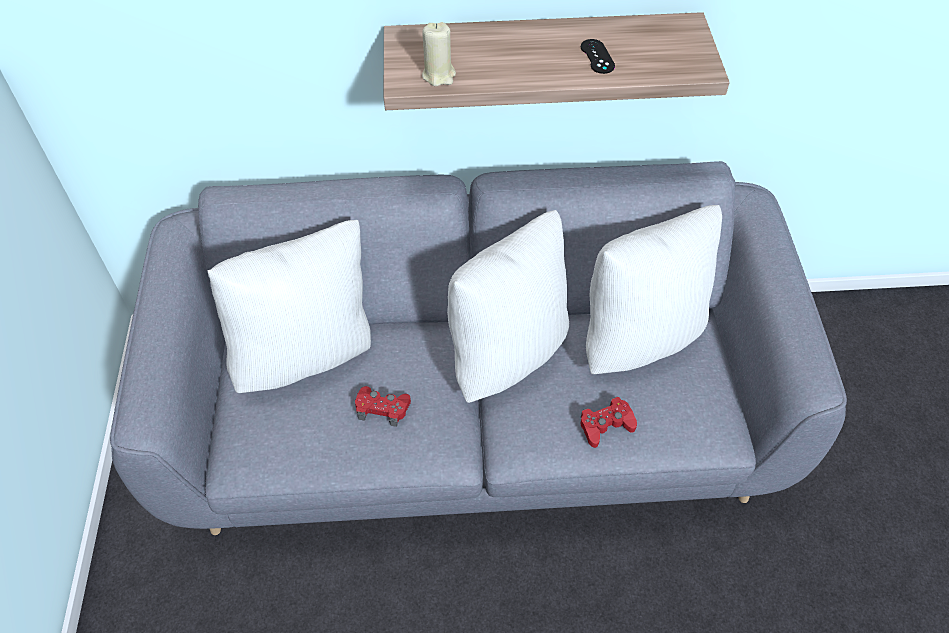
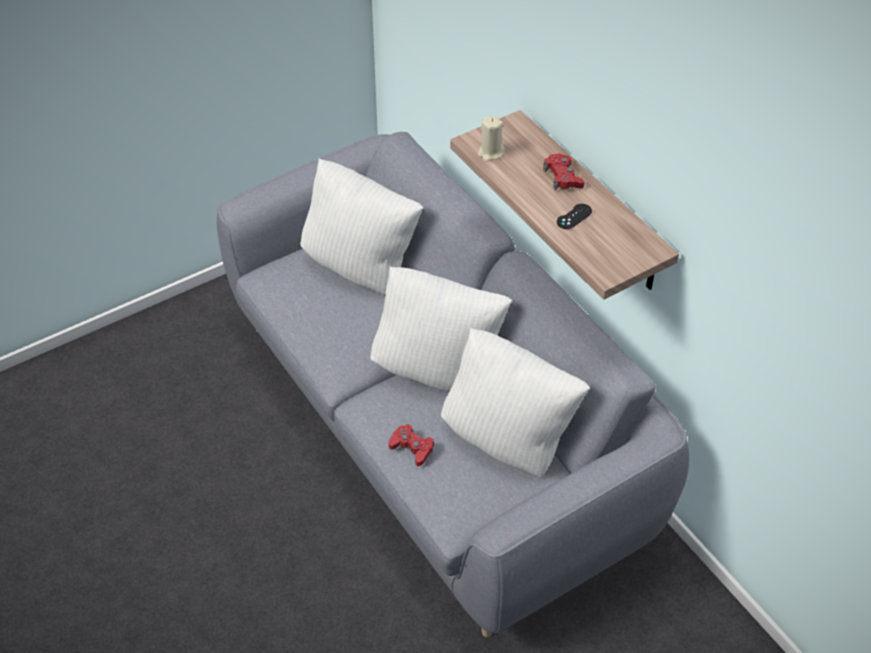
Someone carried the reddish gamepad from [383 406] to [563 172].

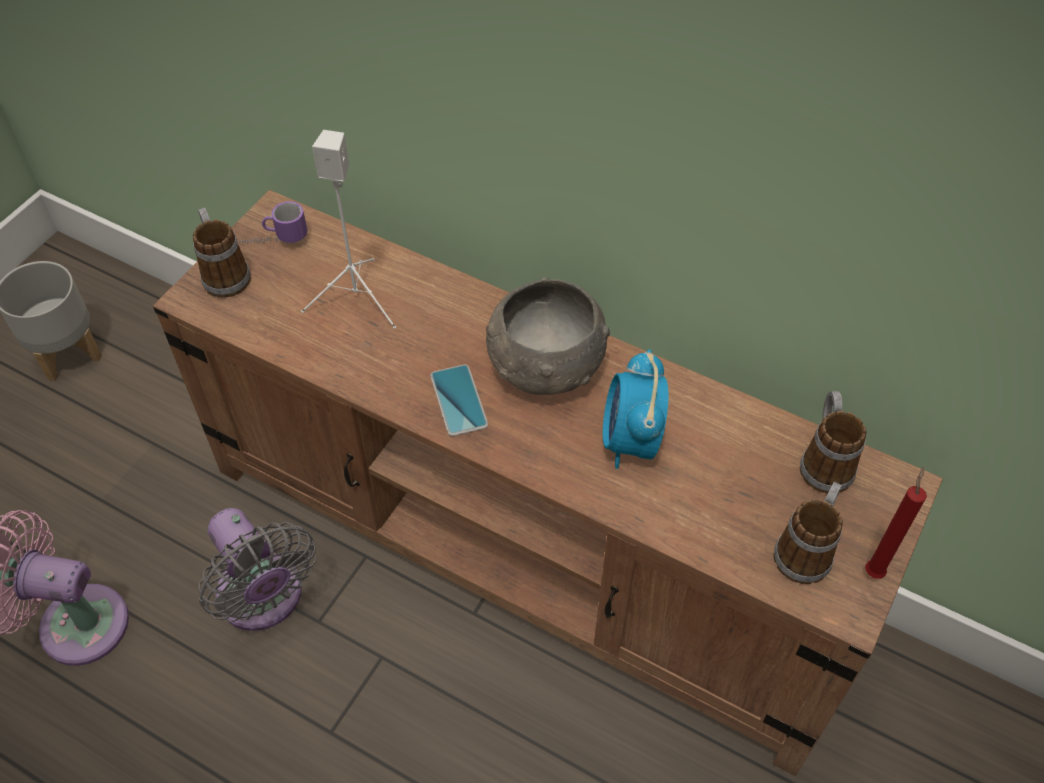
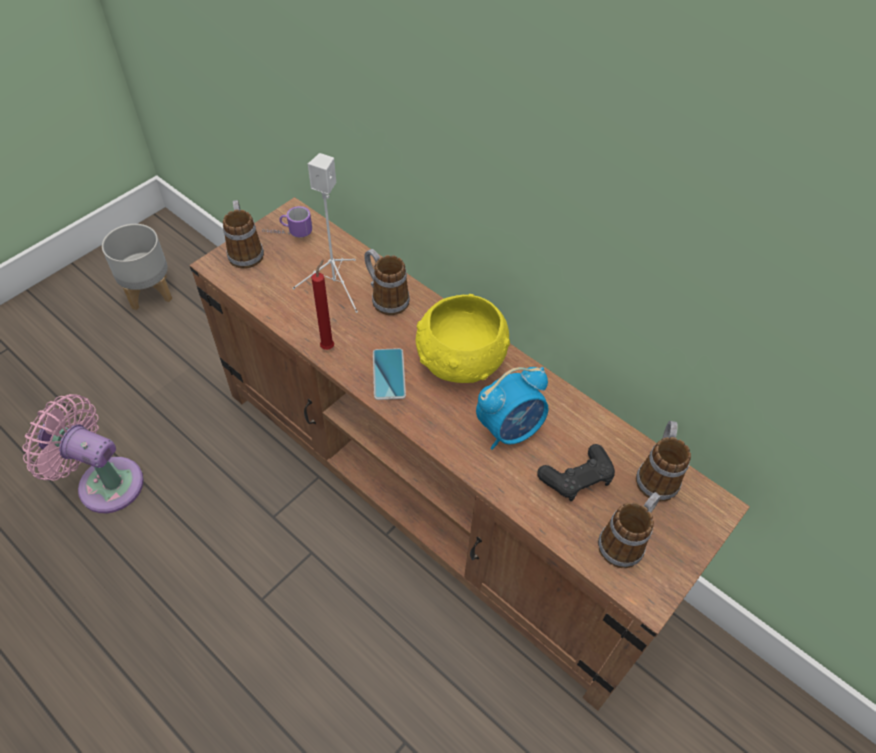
Someone repainted the grey serving bowl at [548 336], which became the yellowish serving bowl at [463 338]. Someone rotated the alarm clock at [635 409] by 135 degrees counterclockwise. Someone carried the reddish wax candle from [896 523] to [322 304]. Someone took away the grey electric fan at [257 569]. Someone put down the mug at [387 282]. Someone put down the black gamepad at [576 472].

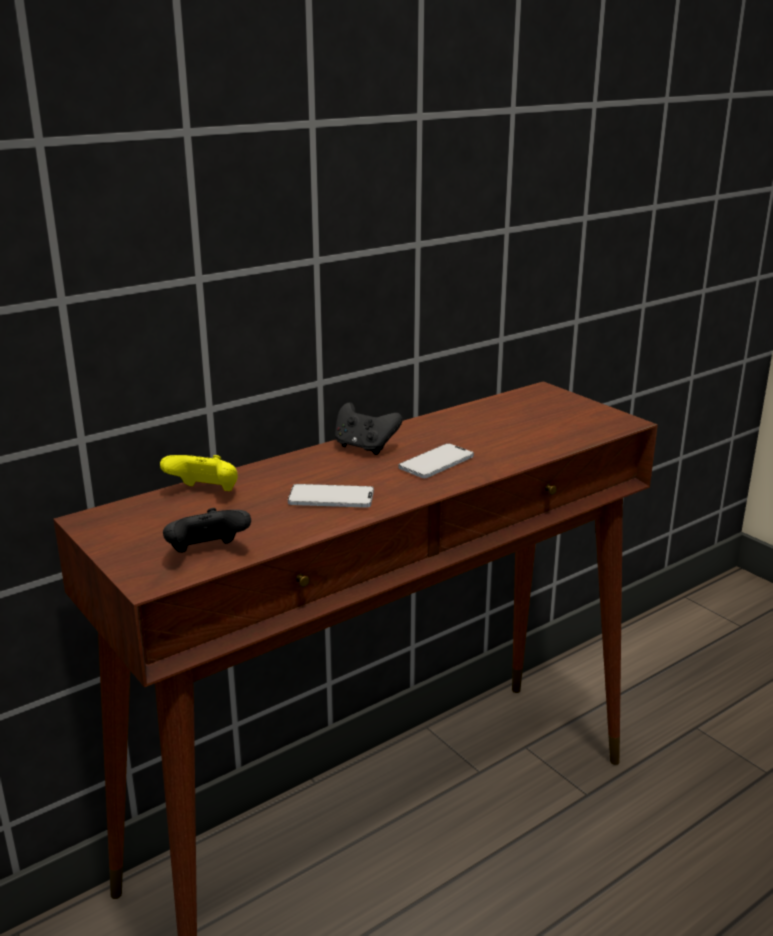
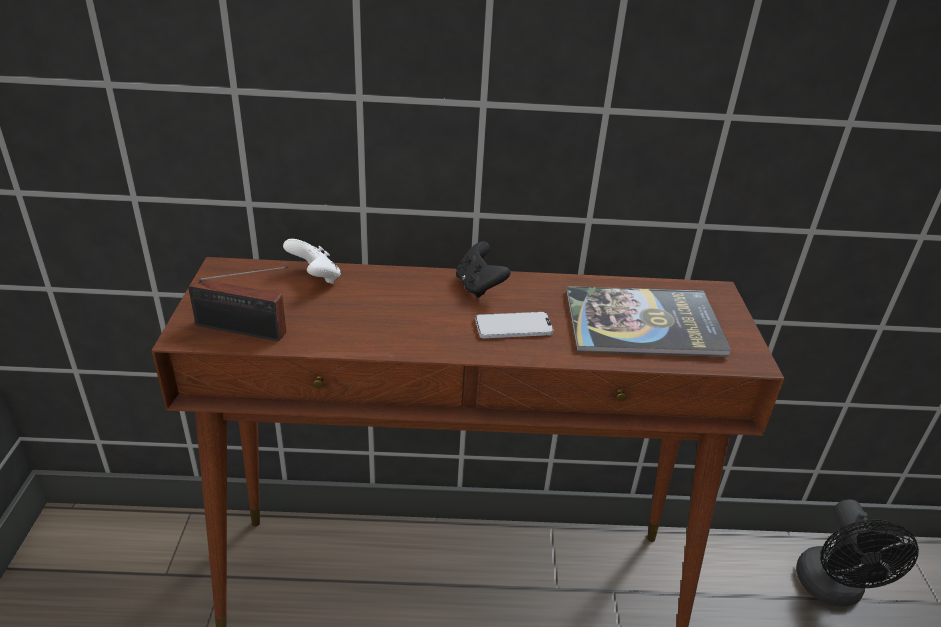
Someone repainted the yellowish gamepad at [199 473], which became the white gamepad at [312 261]. Someone took away the handset at [331 496]. Someone swapped the black gamepad at [207 530] for the radio set at [238 303]. Someone put down the book at [649 321]. Someone put down the black electric fan at [857 553].

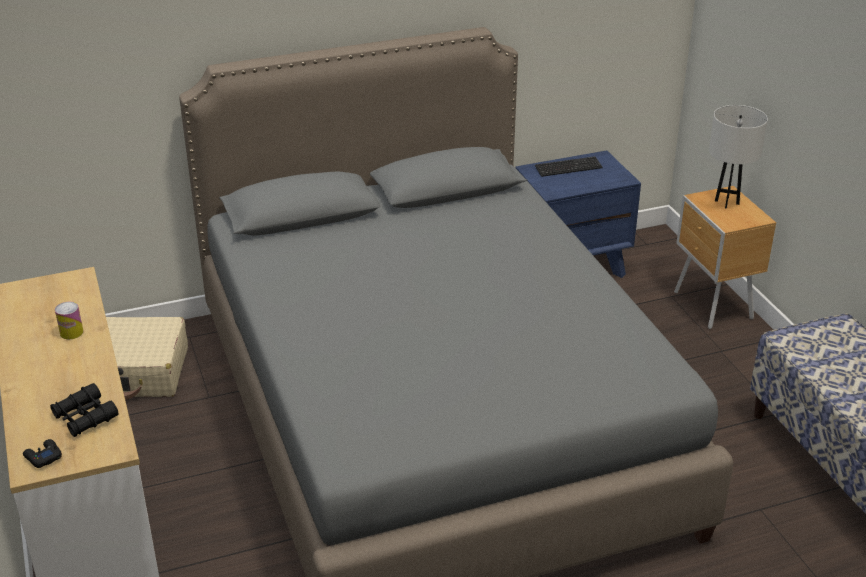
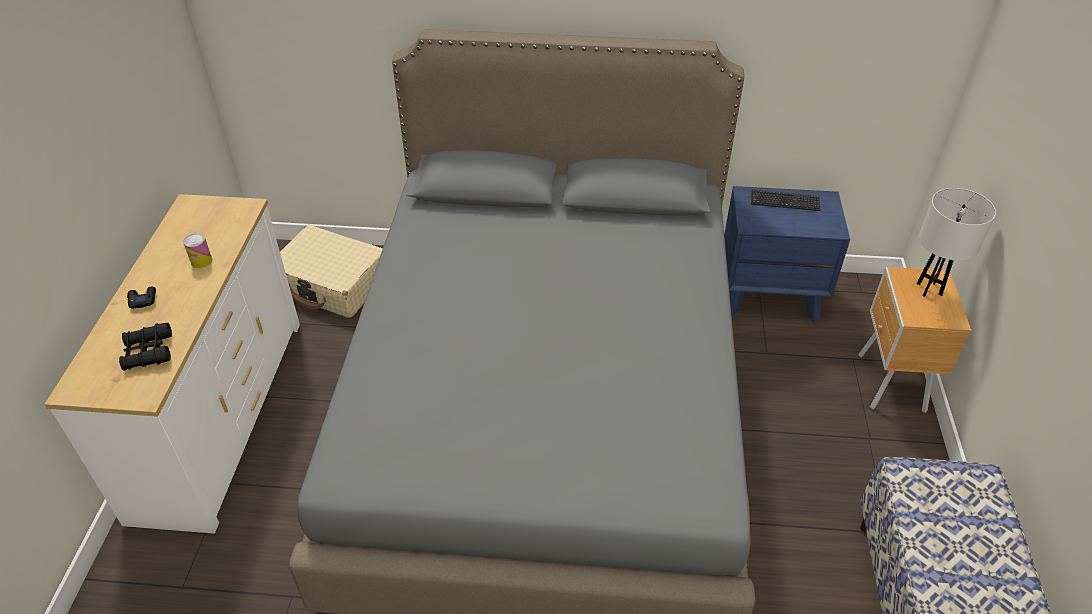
Someone carried the black gamepad from [42 453] to [141 297].

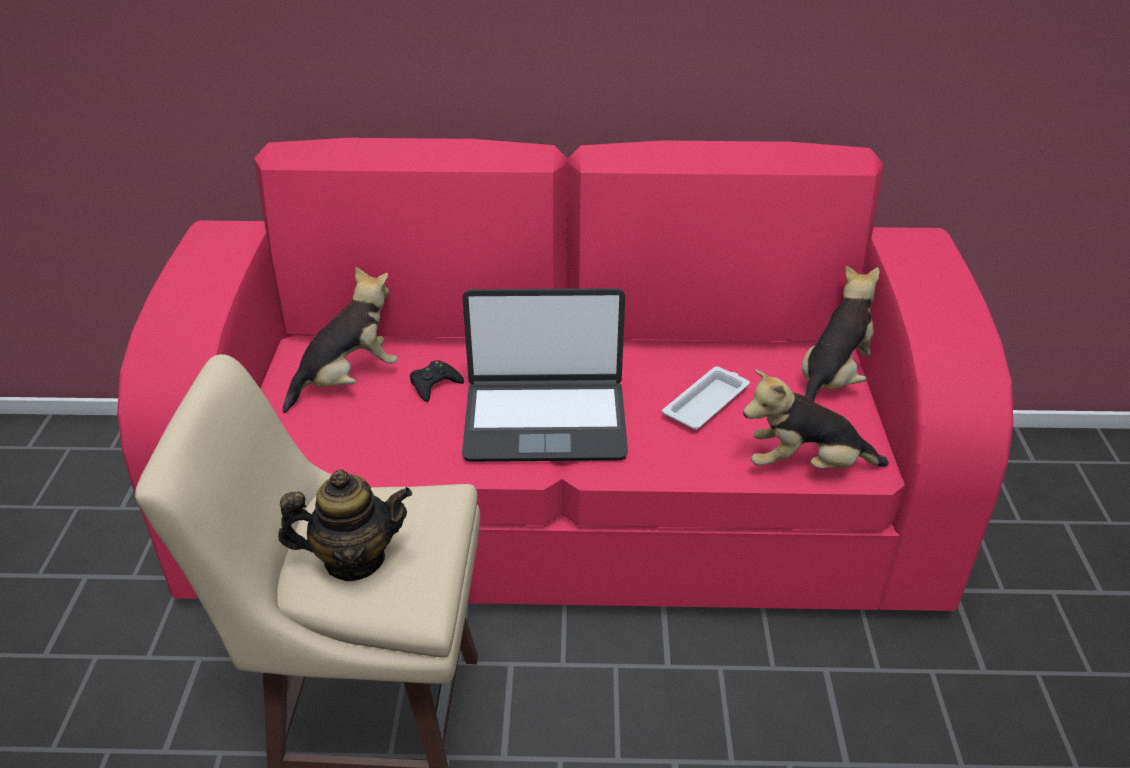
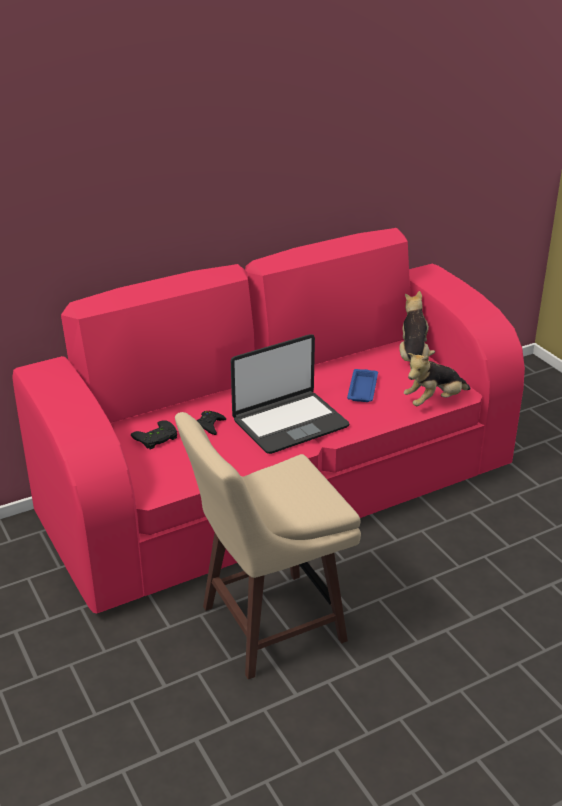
Someone swapped the cuddly toy at [340 340] for the black gamepad at [154 434]. Someone repainted the white tray at [706 398], which became the bluish tray at [362 385]. Someone took away the pot for tea at [345 525].

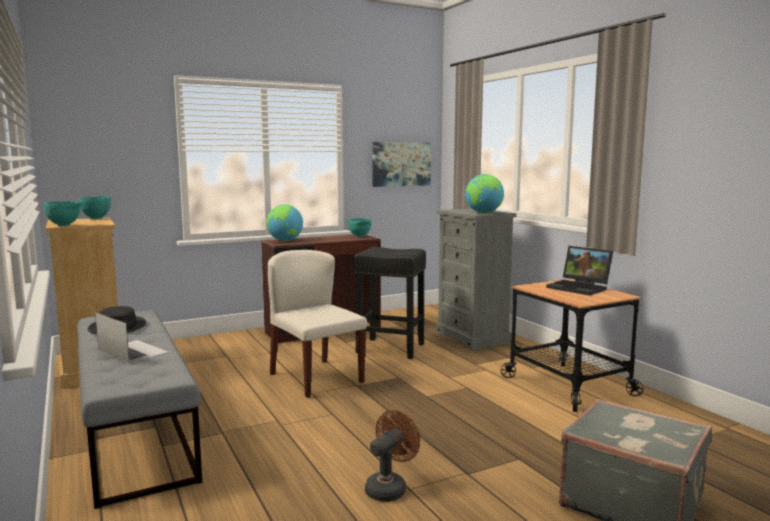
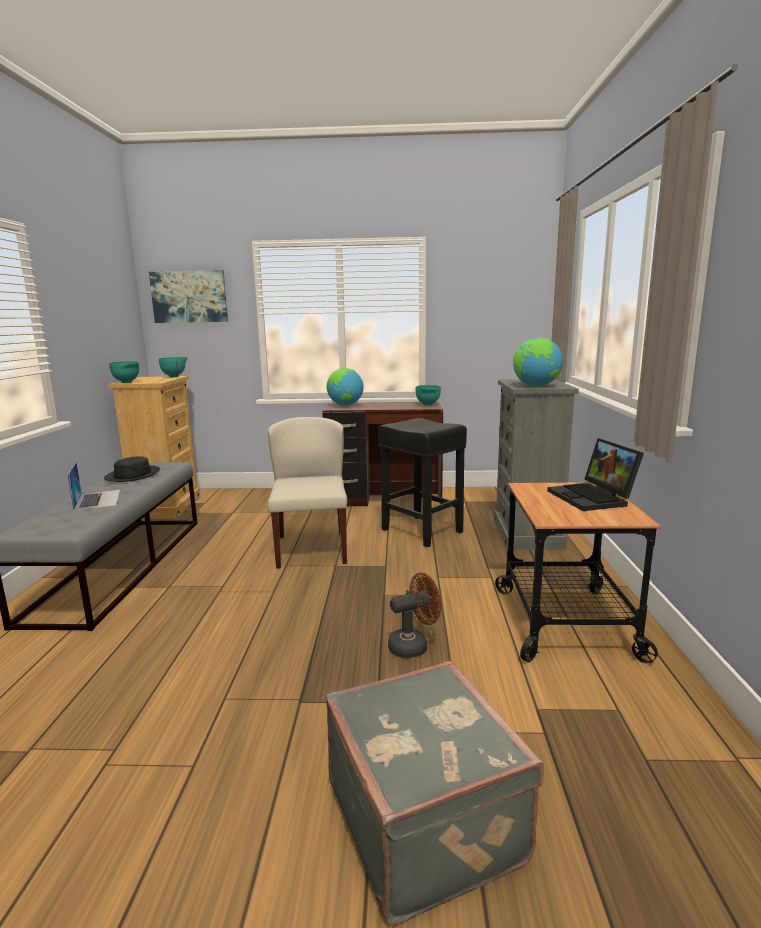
Someone carried the picture from [401 164] to [188 296]. Someone carried the brownish electric fan from [392 456] to [414 615].

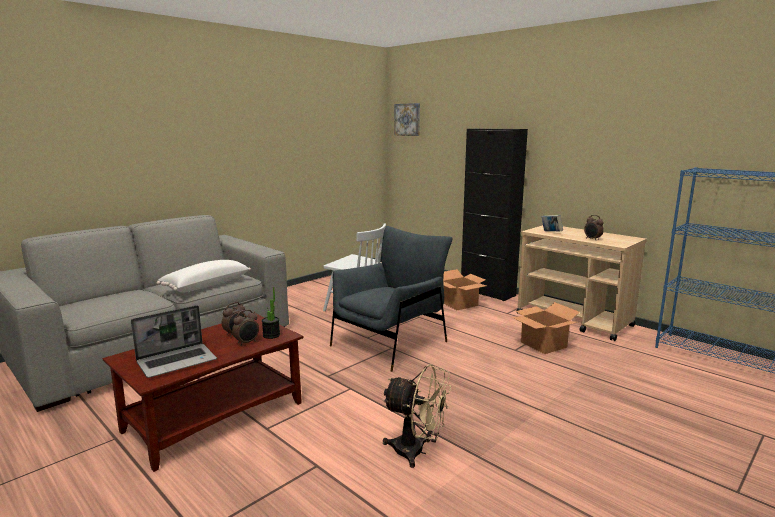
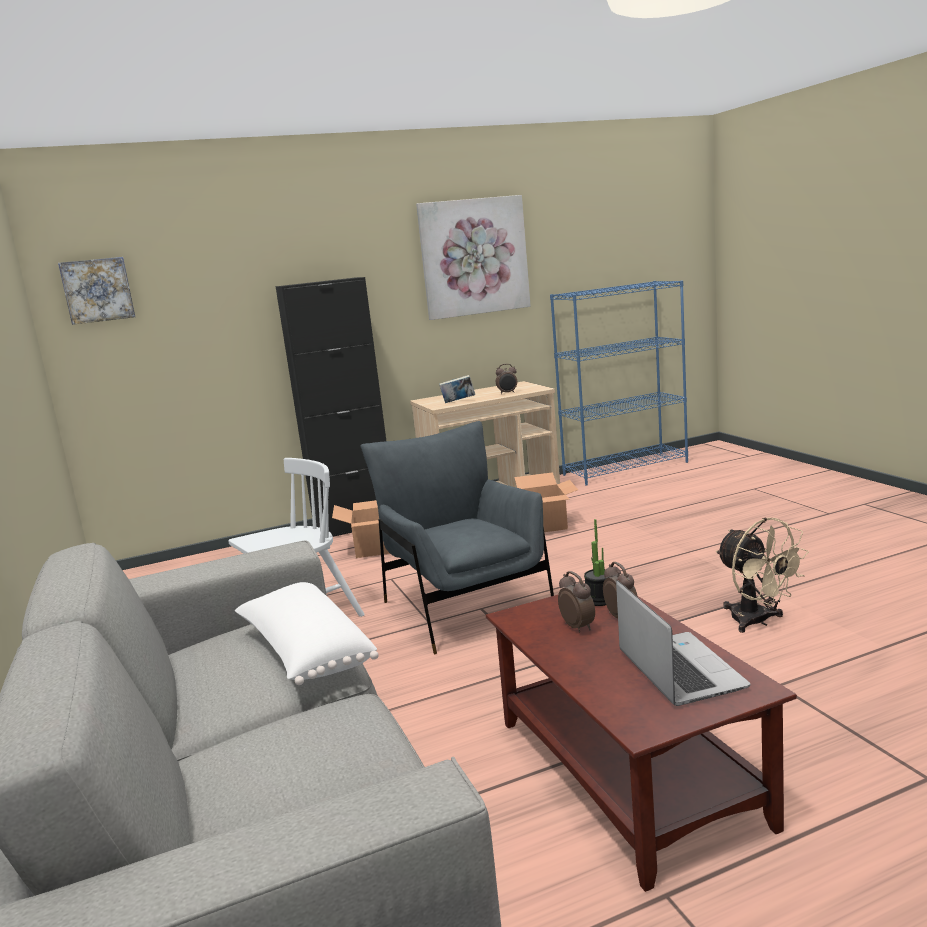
Someone rotated the beige-coloured electric fan at [416 416] by 105 degrees clockwise. Someone put up the picture at [473 257].

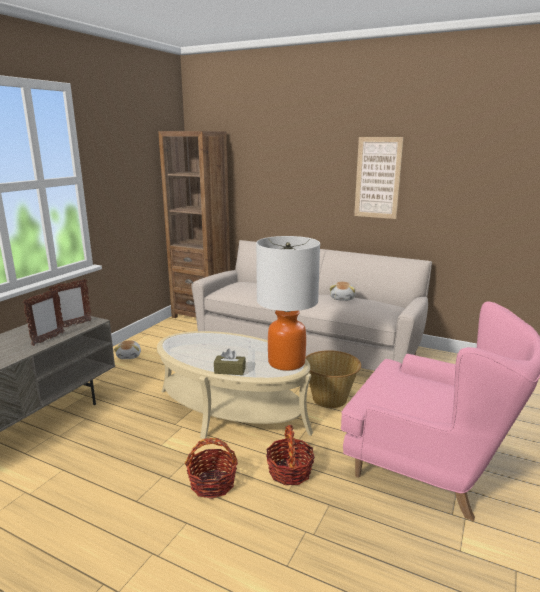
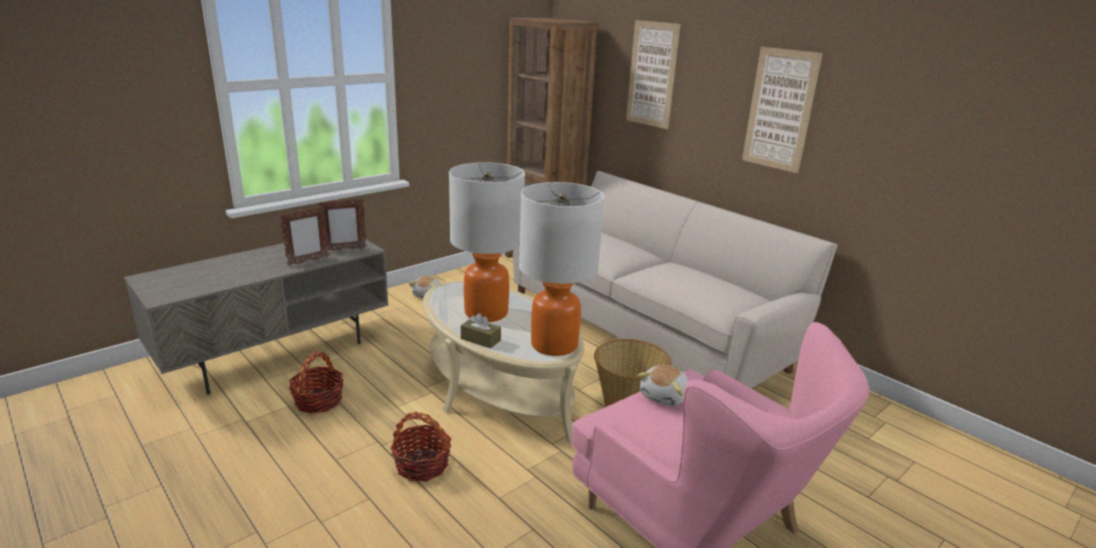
Someone carried the cuddly toy from [342 291] to [663 385]. Someone carried the household basket from [290 455] to [316 383]. Someone put up the picture at [653 74]. Someone put down the lamp for a table at [487 242].

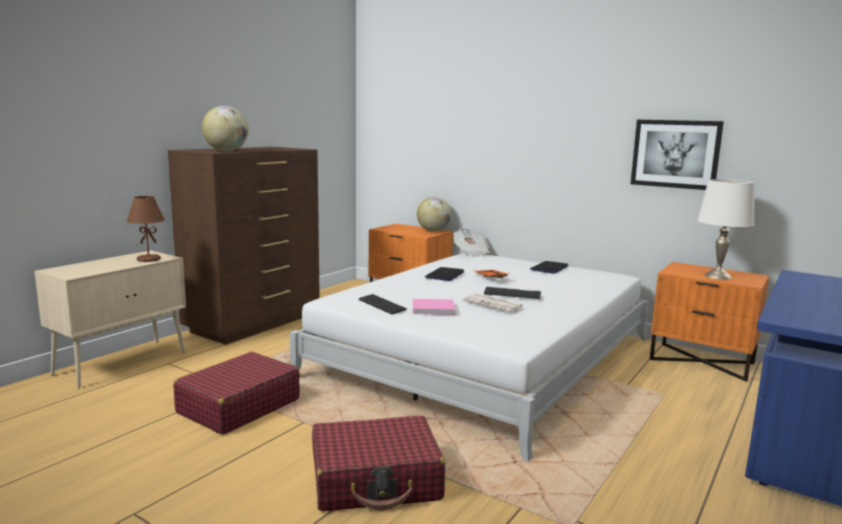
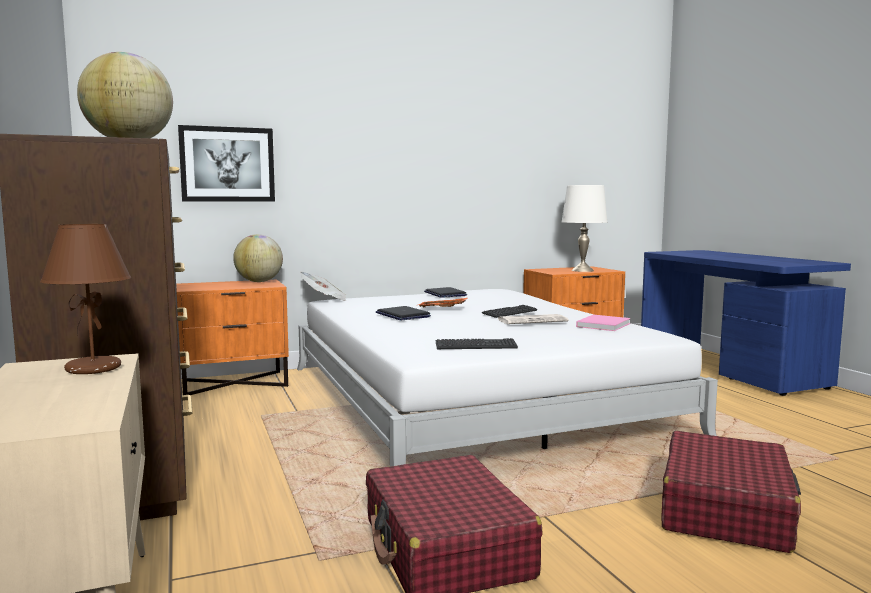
Someone carried the picture from [677 155] to [226 163]. Someone carried the pink-coloured book from [434 307] to [603 323].

